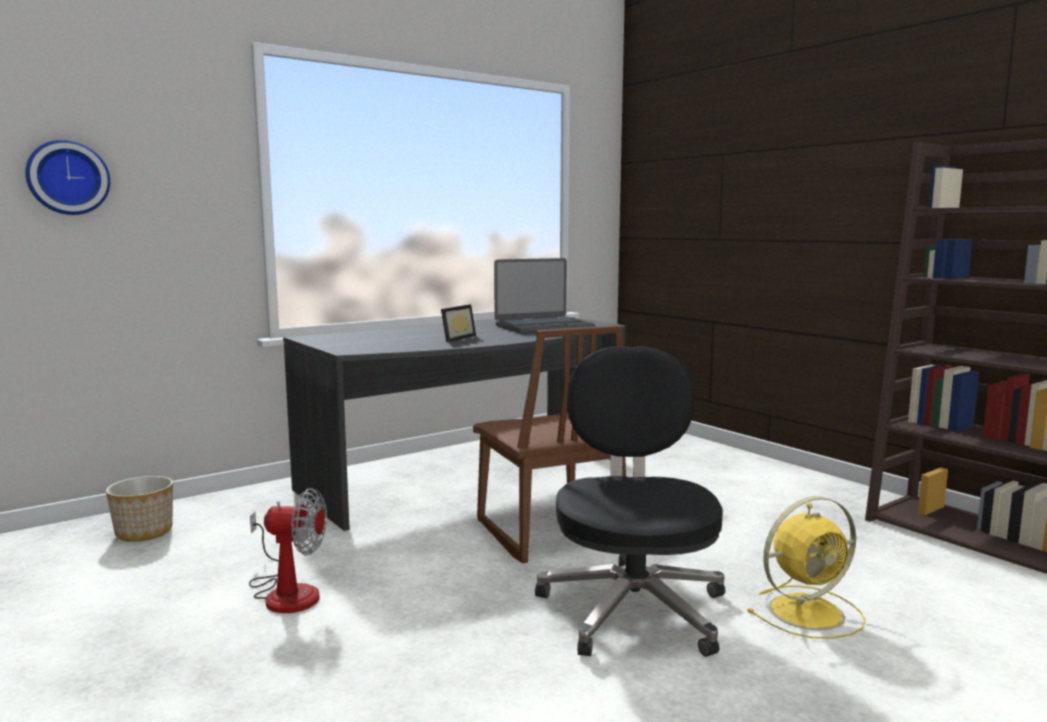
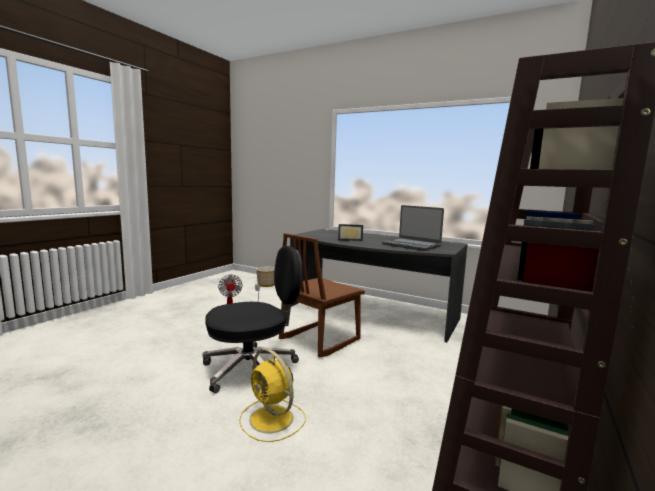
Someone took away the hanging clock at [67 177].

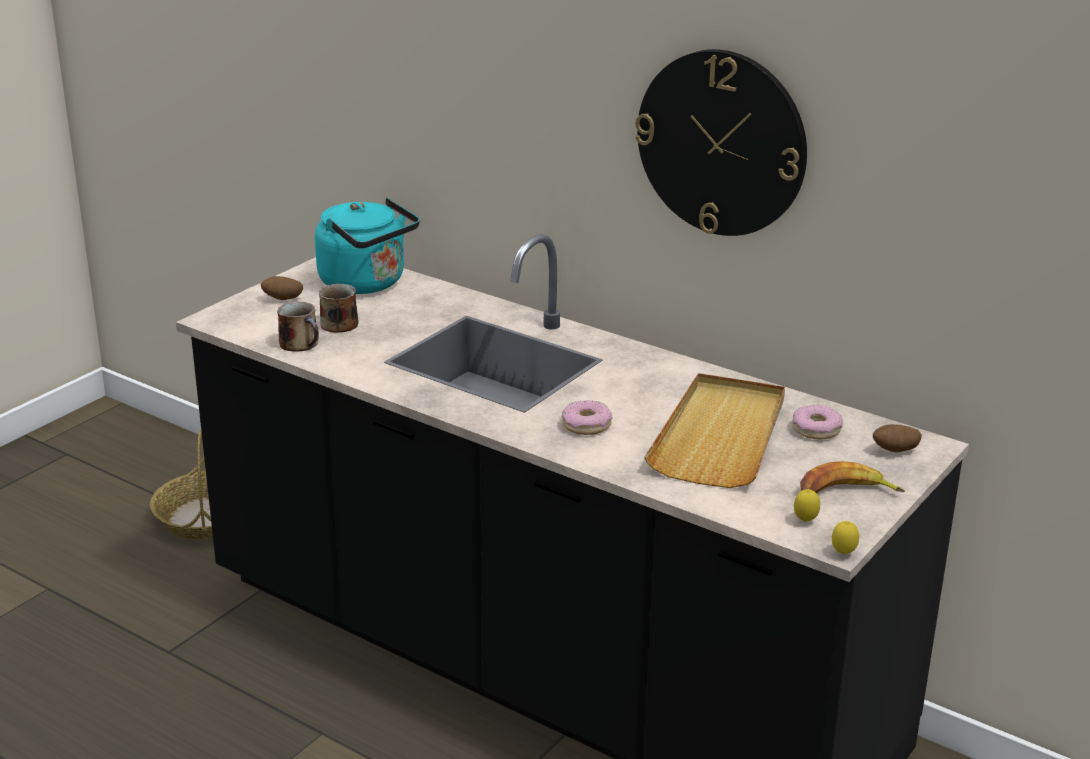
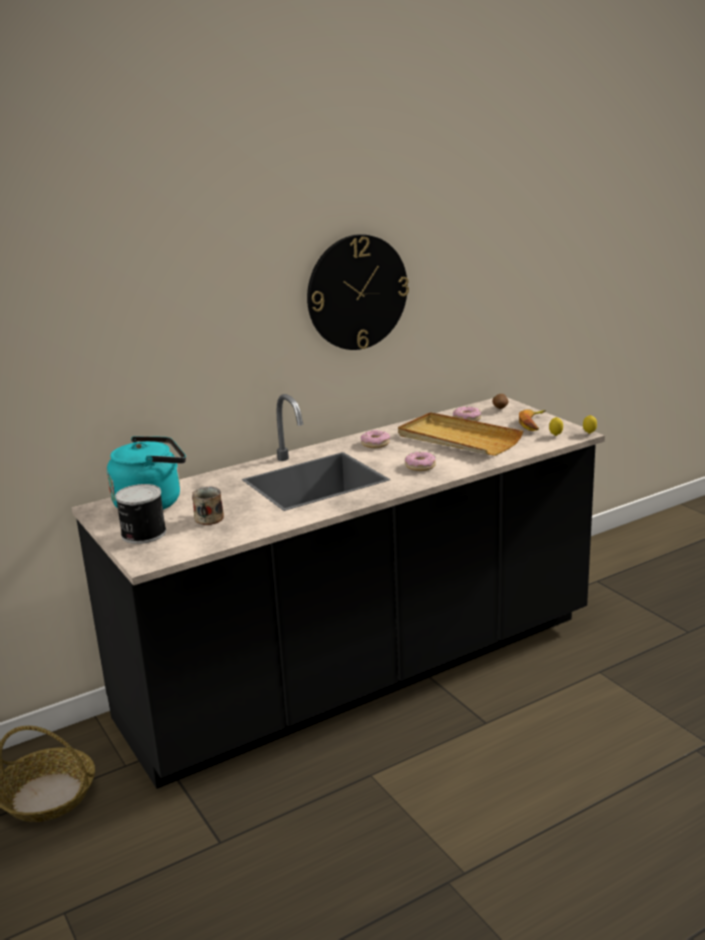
Someone swapped the potato at [282 288] for the sealed can at [140 514]. Someone took away the mug at [298 327]. Someone put down the ring doughnut at [375 439].

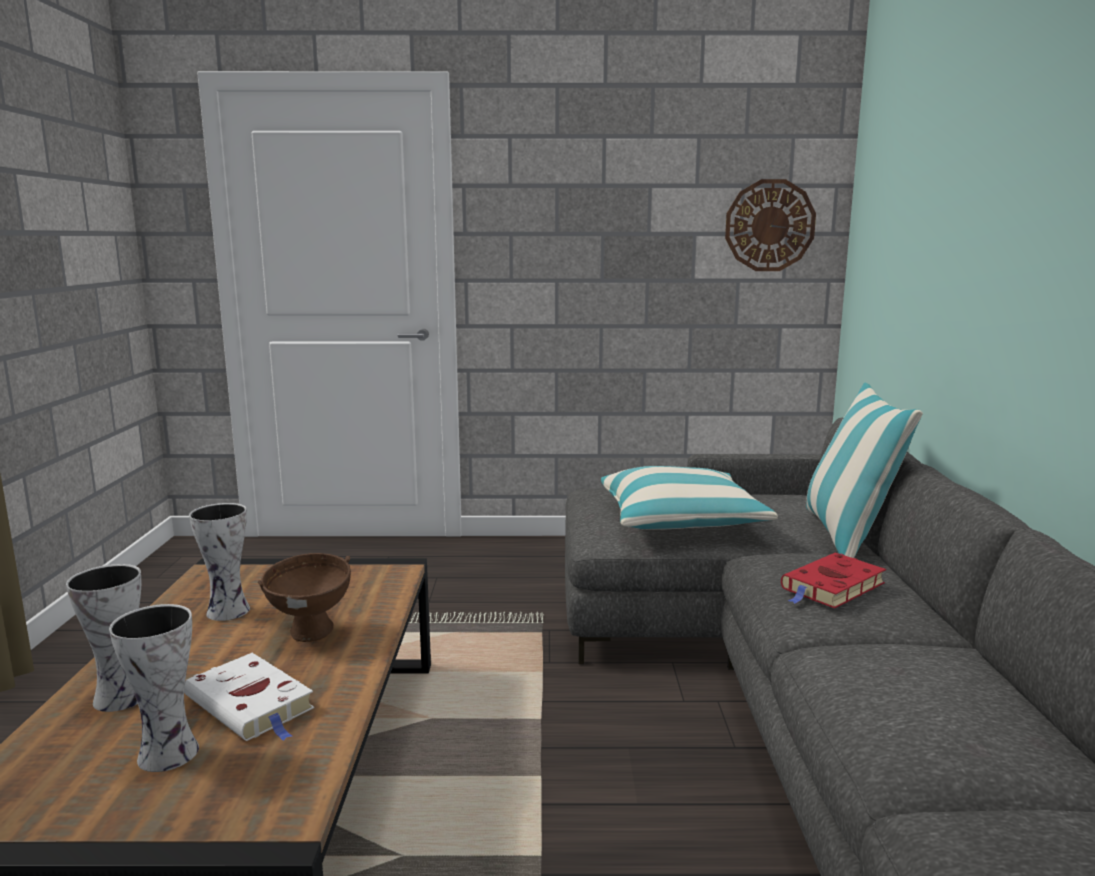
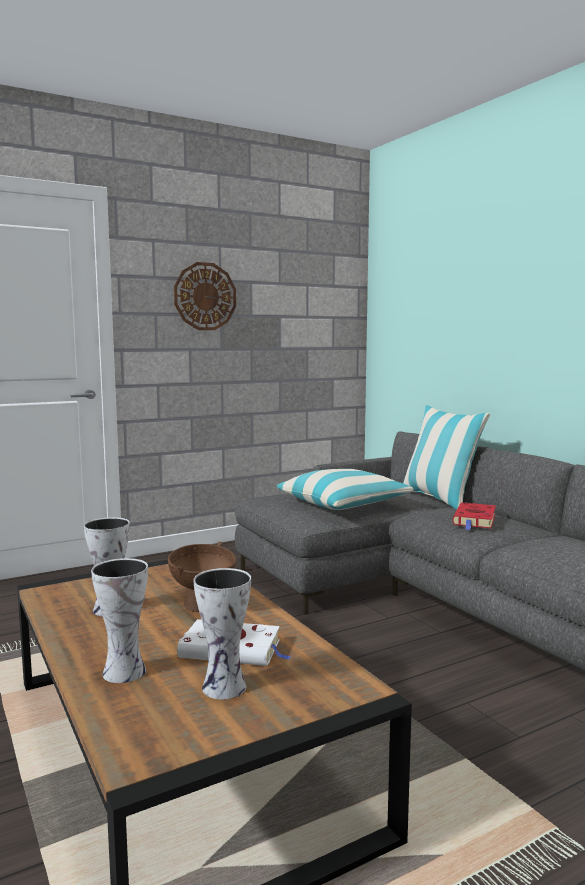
Someone carried the hanging clock from [770 225] to [205 296].

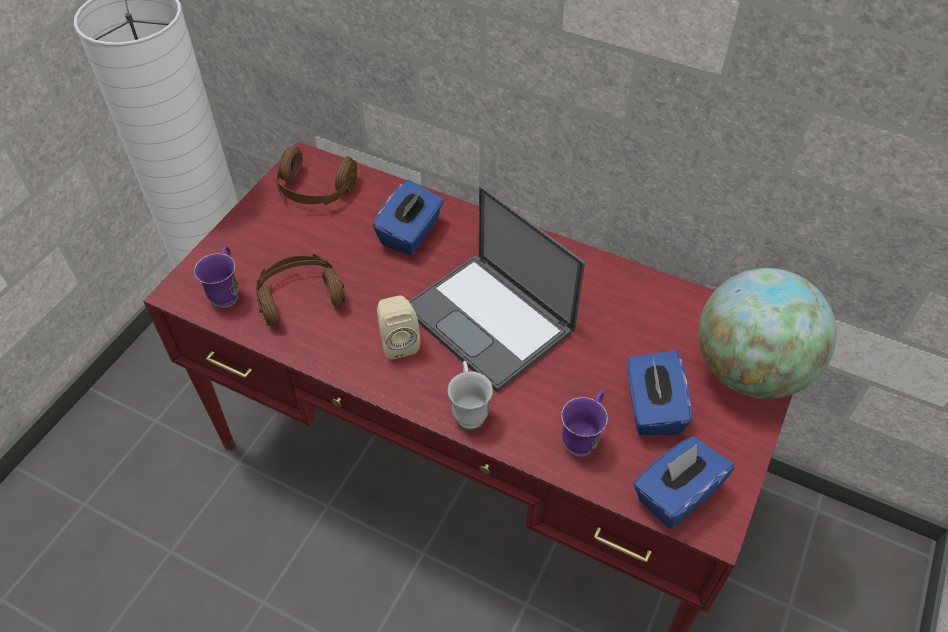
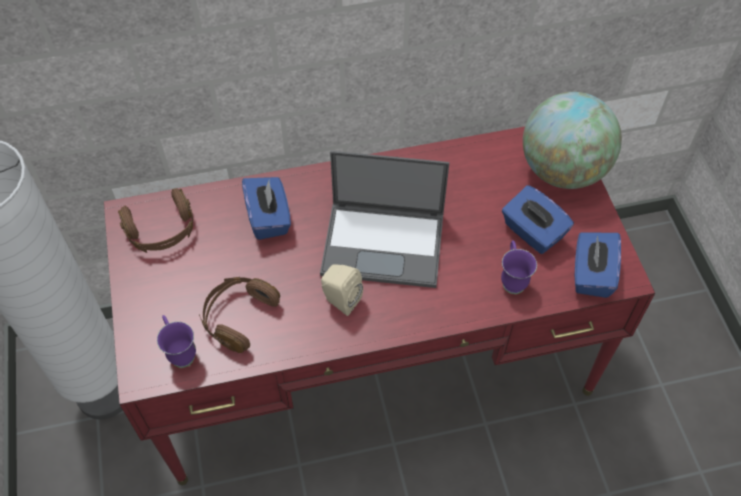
Someone took away the white mug at [470 395].

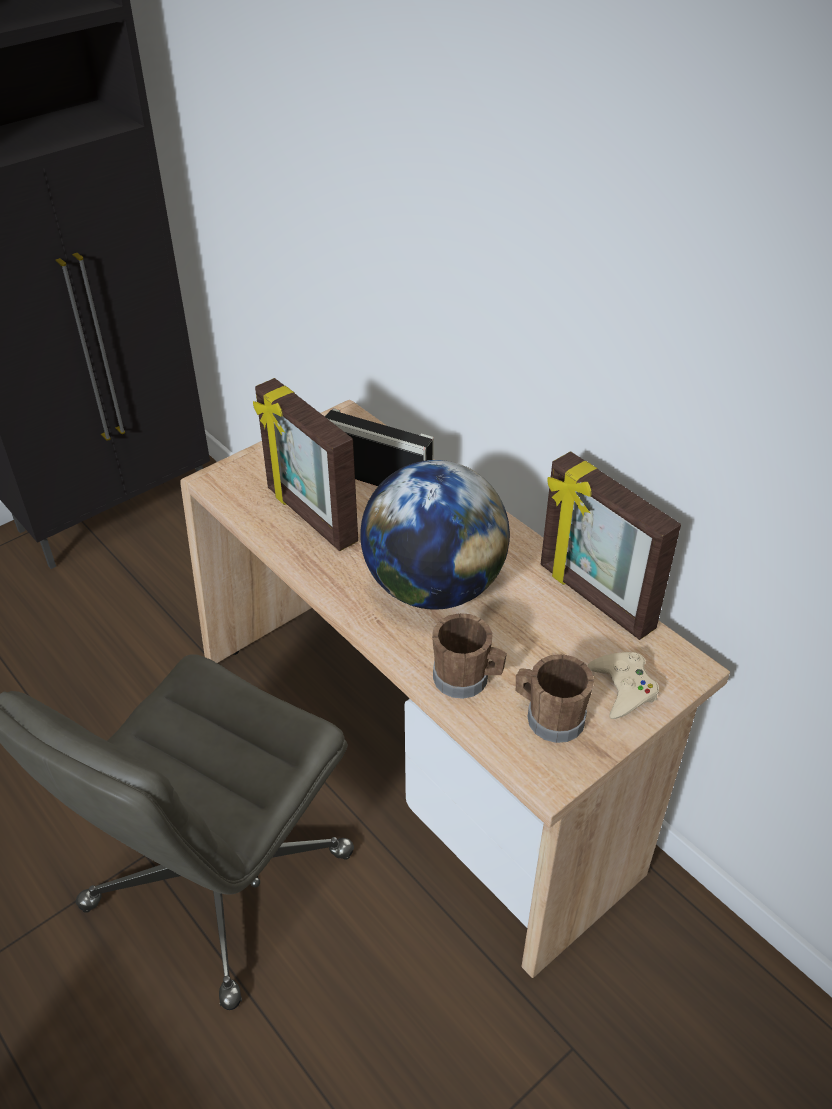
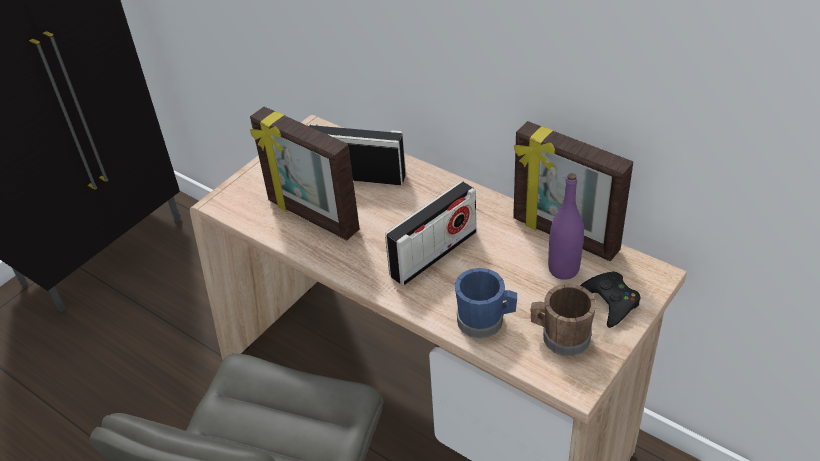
Someone swapped the desk globe at [435 535] for the radio set at [430 233]. Someone repainted the brownish mug at [469 656], which became the bluish mug at [486 303]. Someone repainted the beige-coloured gamepad at [623 685], which became the black gamepad at [610 299]. Someone put down the purple beverage bottle at [566 226].

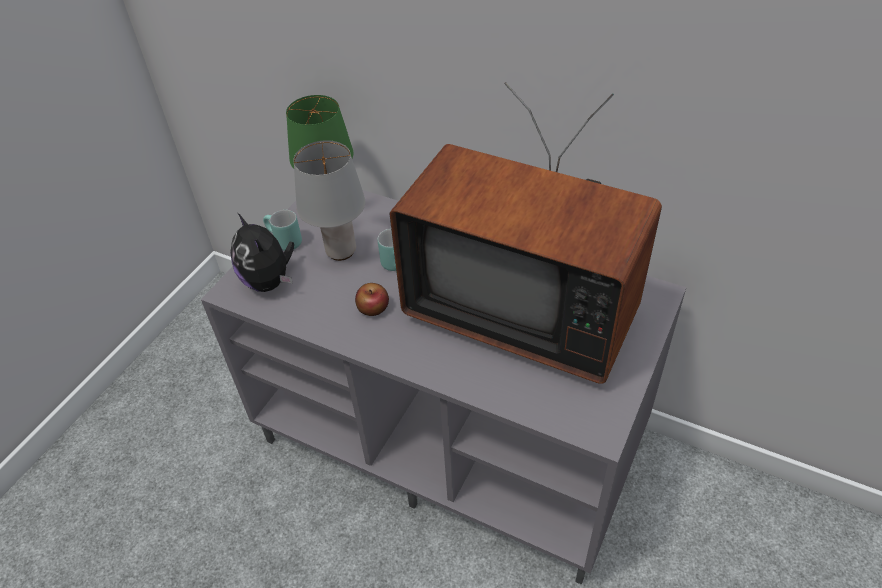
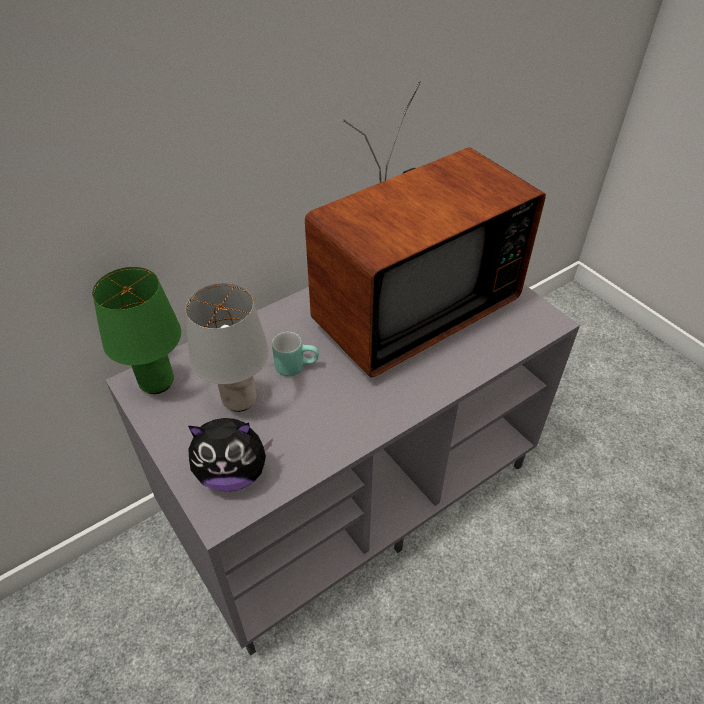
Someone took away the turquoise-coloured mug at [282 230]. Someone took away the apple fruit at [372 299].

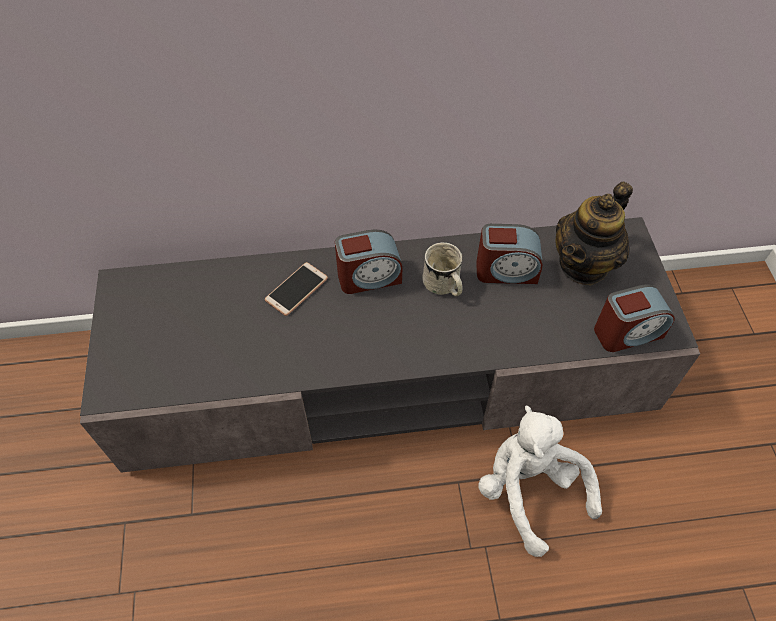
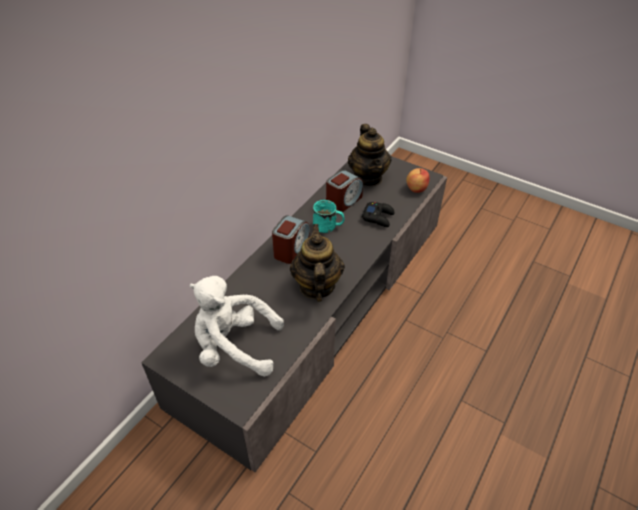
Someone repainted the white mug at [442 269], which became the turquoise-coloured mug at [329 216]. Someone took away the handset at [296 289]. Someone swapped the alarm clock at [634 318] for the apple fruit at [418 180]. Someone carried the white cuddly toy from [540 481] to [236 326]. Someone put down the black gamepad at [378 214]. Someone put down the pot for tea at [317 263].

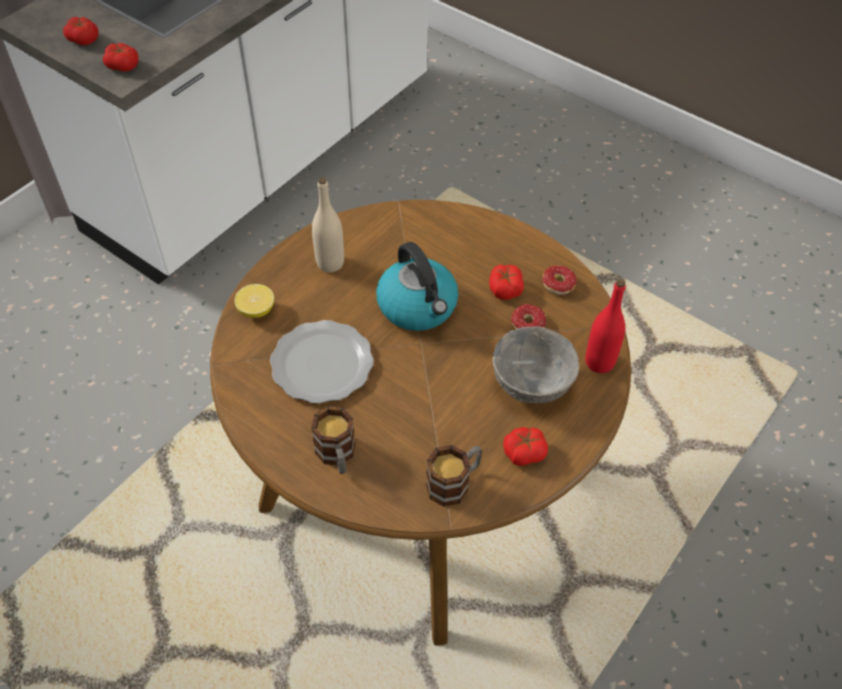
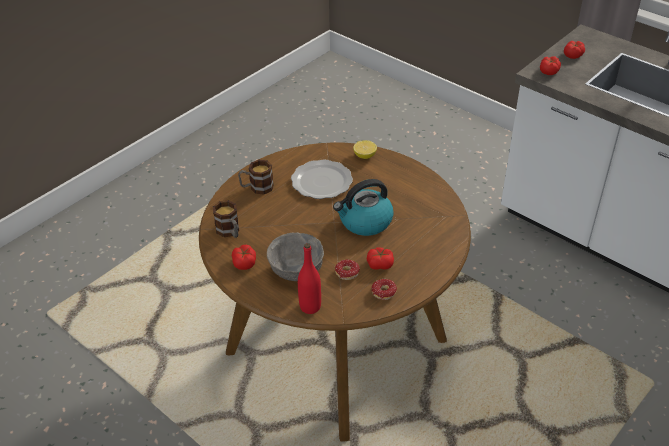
Someone took away the beige-coloured beverage bottle at [328 224].

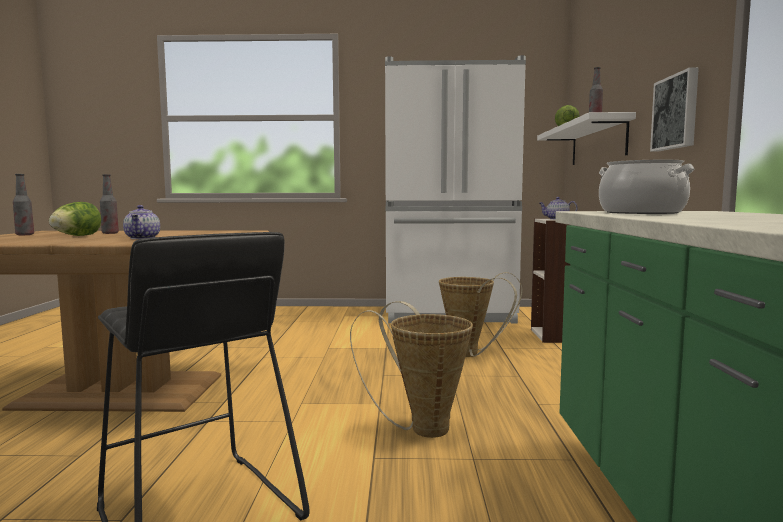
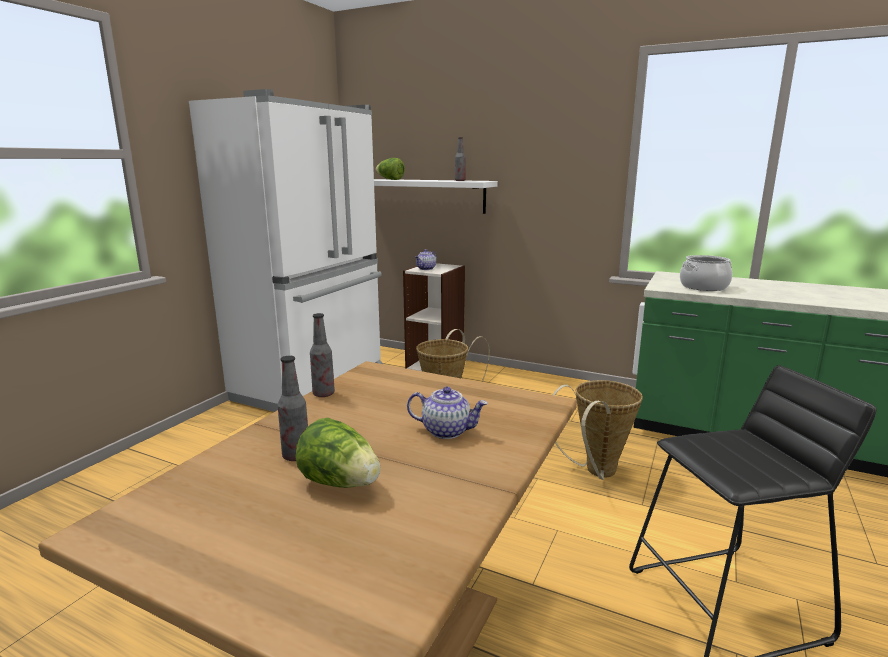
Someone took away the picture at [674 109]. Someone carried the beverage bottle from [23 204] to [322 355].

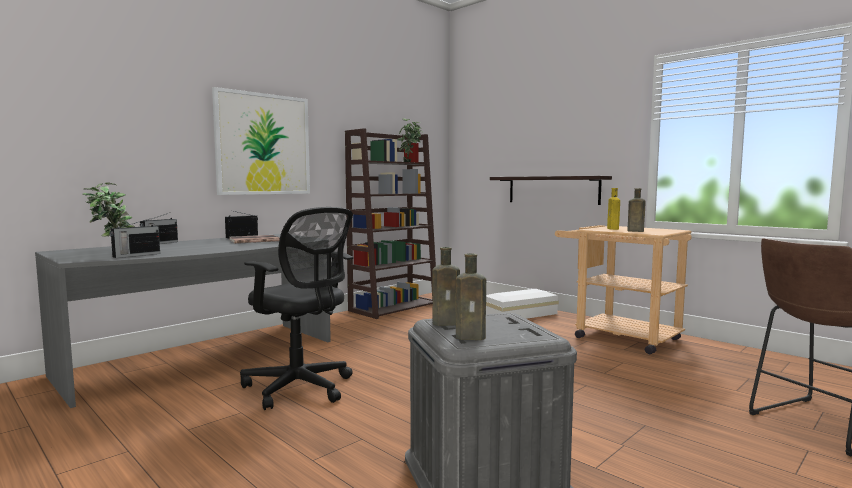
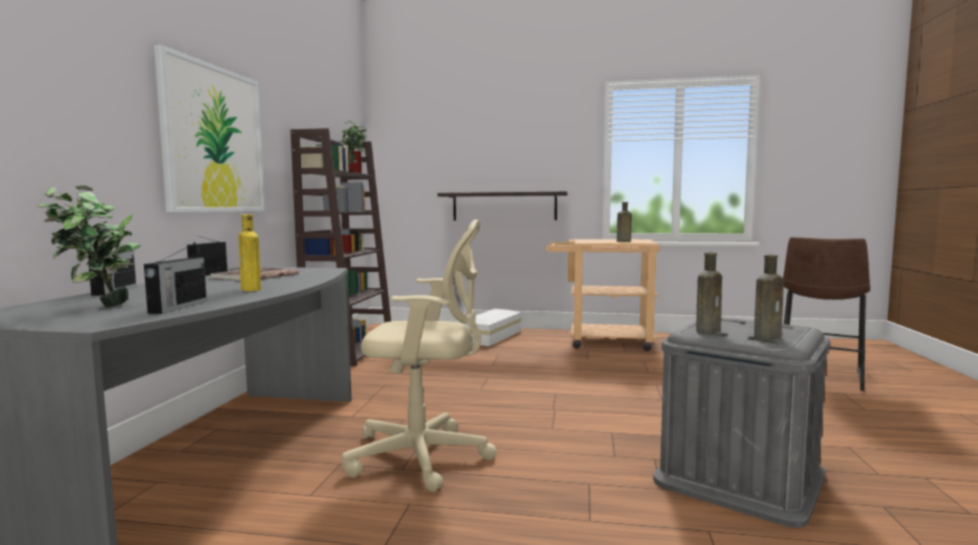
Someone carried the yellowish beverage bottle from [613 209] to [249 253]. Someone repainted the black desk chair at [296 308], which became the beige-coloured desk chair at [419 355].

